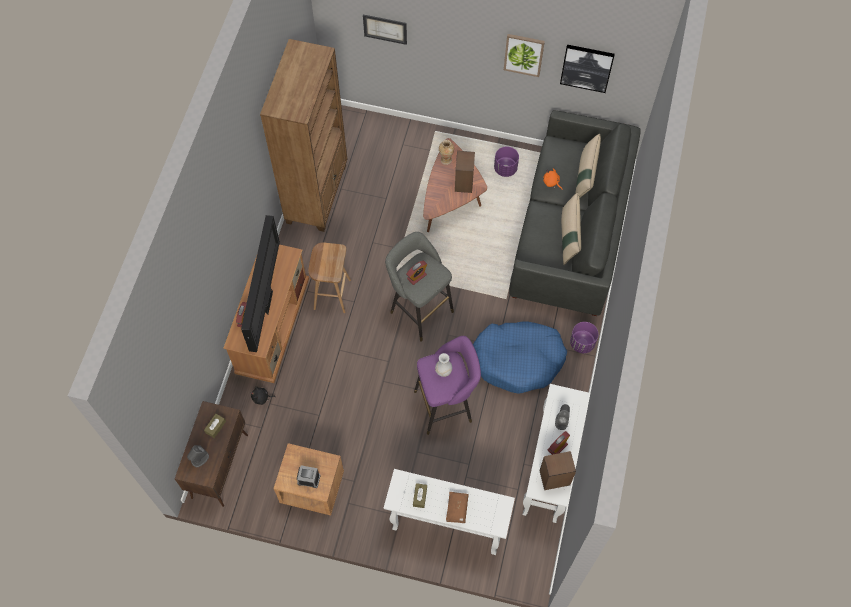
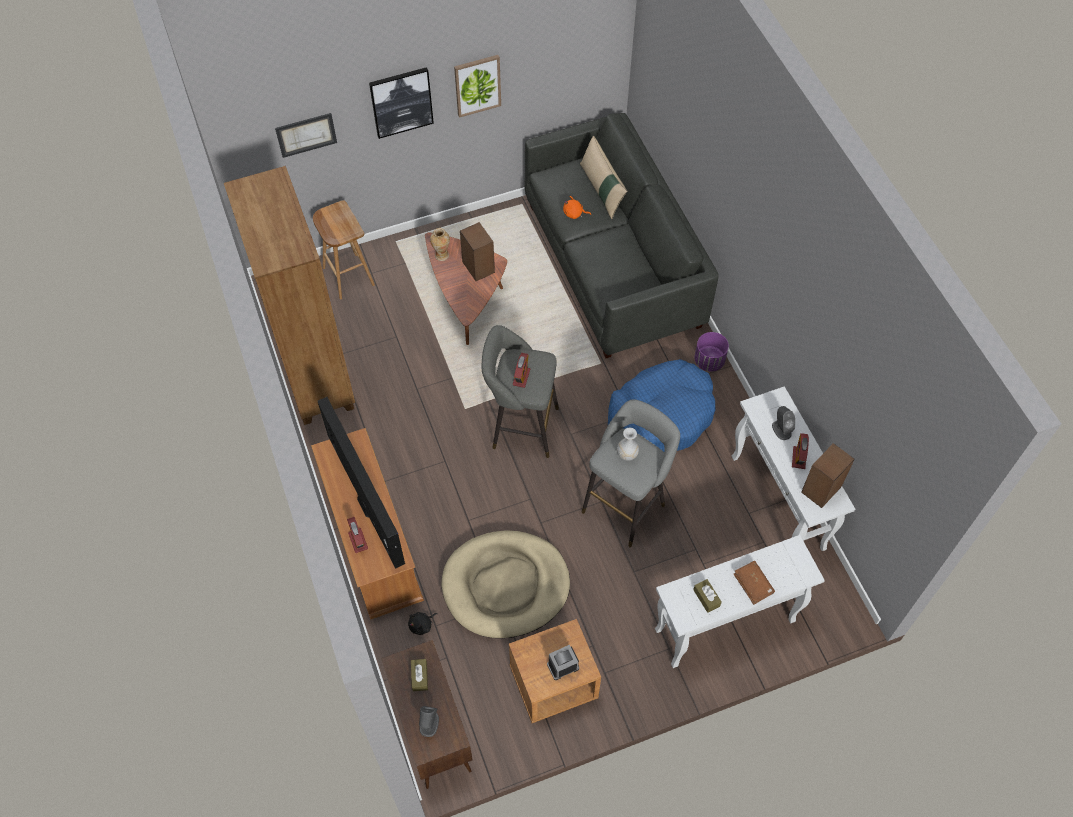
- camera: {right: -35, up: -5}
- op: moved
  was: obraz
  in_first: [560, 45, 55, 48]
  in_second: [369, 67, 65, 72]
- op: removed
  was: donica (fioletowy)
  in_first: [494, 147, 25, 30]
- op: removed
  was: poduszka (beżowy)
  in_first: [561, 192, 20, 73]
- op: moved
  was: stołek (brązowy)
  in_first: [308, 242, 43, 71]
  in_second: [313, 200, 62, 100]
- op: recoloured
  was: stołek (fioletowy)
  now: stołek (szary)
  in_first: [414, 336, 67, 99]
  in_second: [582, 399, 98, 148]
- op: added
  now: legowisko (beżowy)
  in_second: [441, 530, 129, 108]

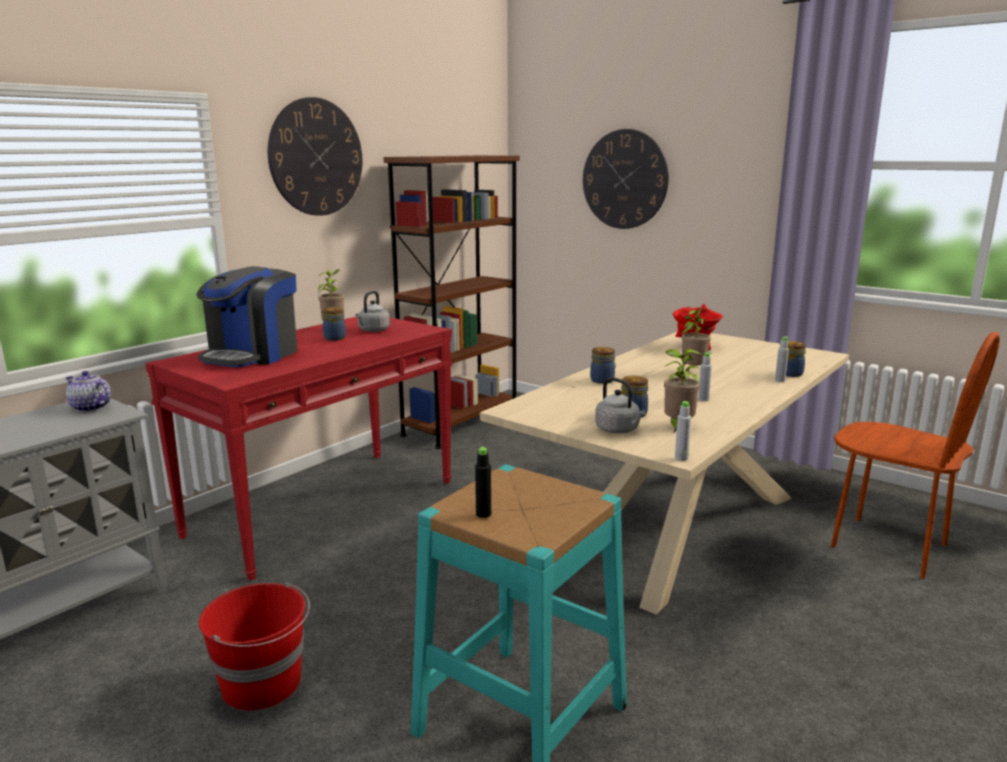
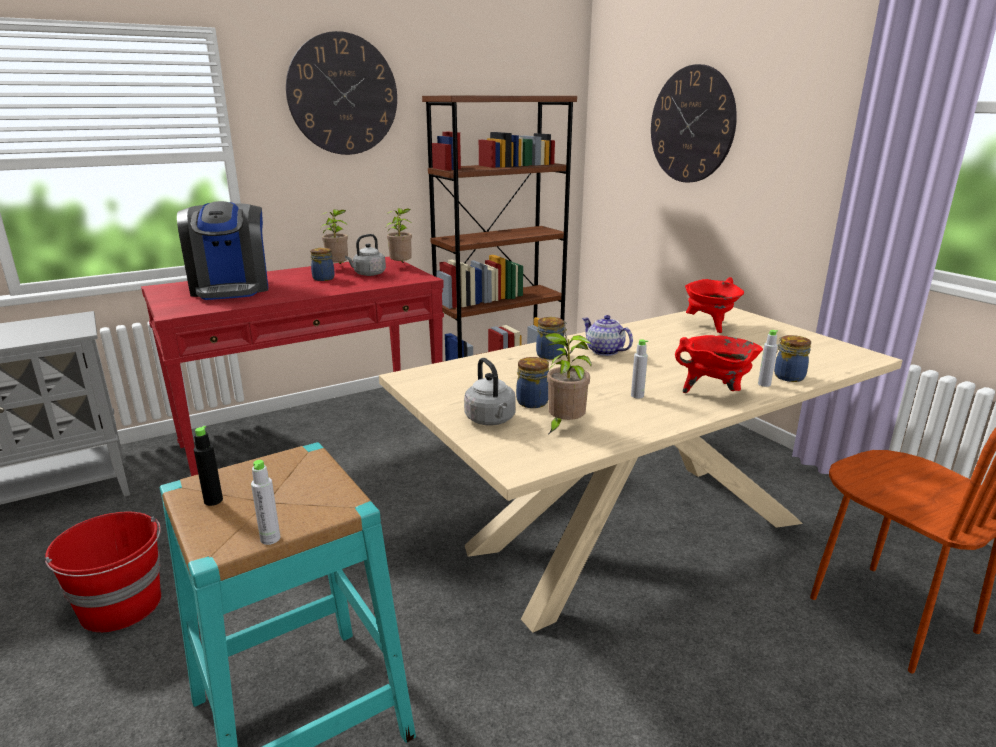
- camera: {right: 20, up: 5}
- op: turned
  was: ekspres do kawy
  in_first: [196, 266, 101, 101]
  in_second: [177, 201, 91, 99]
  clockwise: -60
- op: moved
  was: roślina doniczkowa
  in_first: [681, 306, 30, 60]
  in_second: [386, 208, 27, 55]
- op: moved
  was: imbryk
  in_first: [65, 371, 46, 41]
  in_second: [582, 315, 51, 41]
- op: moved
  was: butelka (szary)
  in_first: [675, 401, 16, 60]
  in_second: [251, 460, 29, 85]
- op: added
  now: garnek (czerwony)
  in_second: [675, 335, 88, 58]

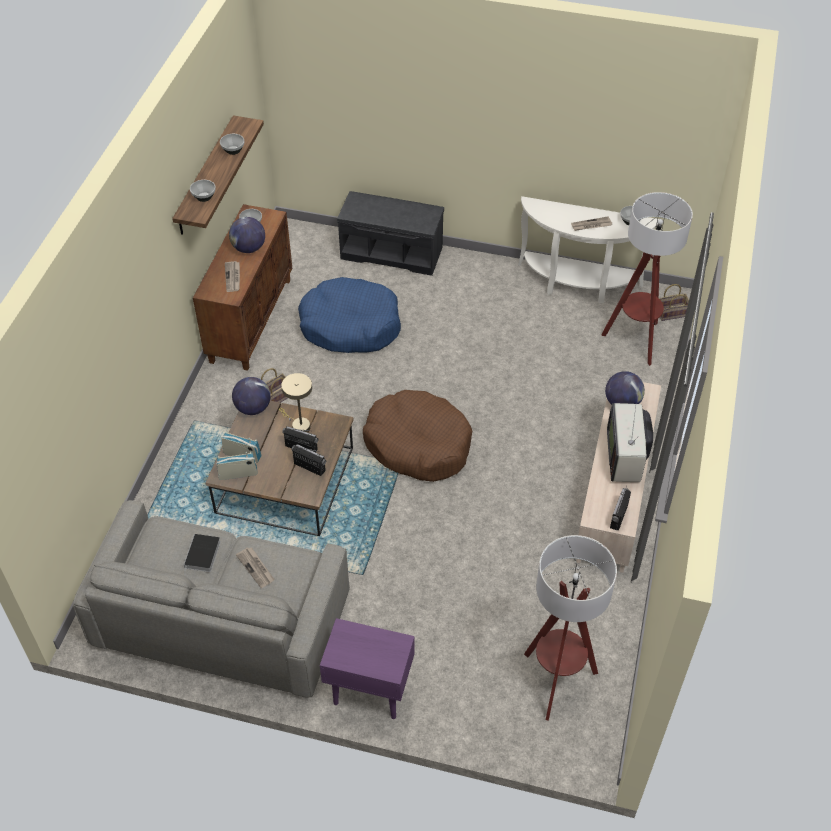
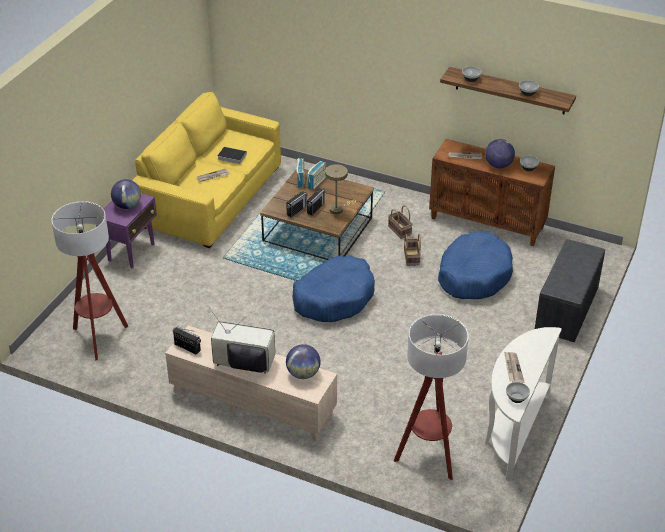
- camera: {right: 100, up: -10}
- op: moved
  was: koszyk
  in_first: [659, 284, 30, 37]
  in_second: [404, 234, 17, 32]
- op: moved
  was: globus
  in_first: [232, 377, 39, 38]
  in_second: [111, 179, 30, 30]
- op: recoloured
  was: legowisko (brązowy)
  now: legowisko (niebieski)
  in_first: [363, 390, 109, 92]
  in_second: [292, 255, 83, 67]
- op: recoloured
  was: kanapa (szary)
  now: kanapa (żółty)
  in_first: [73, 500, 277, 198]
  in_second: [132, 92, 149, 156]

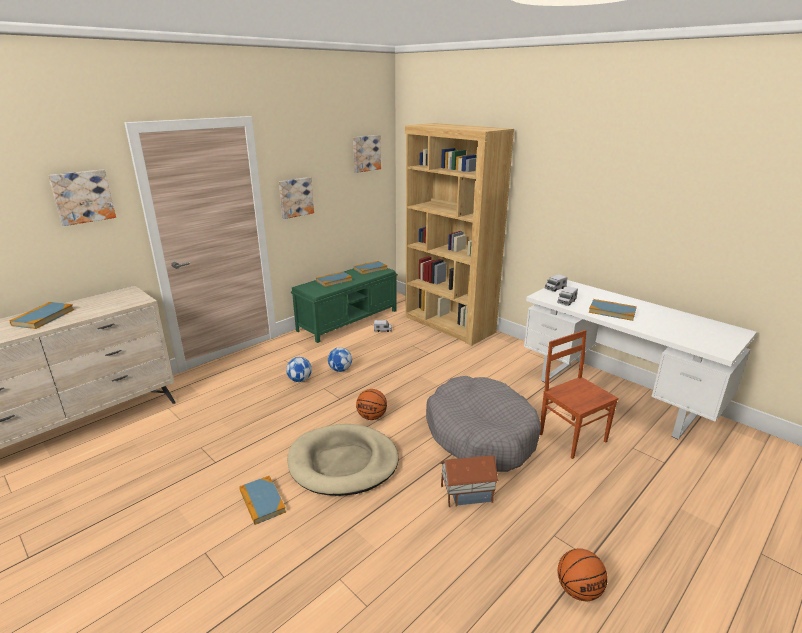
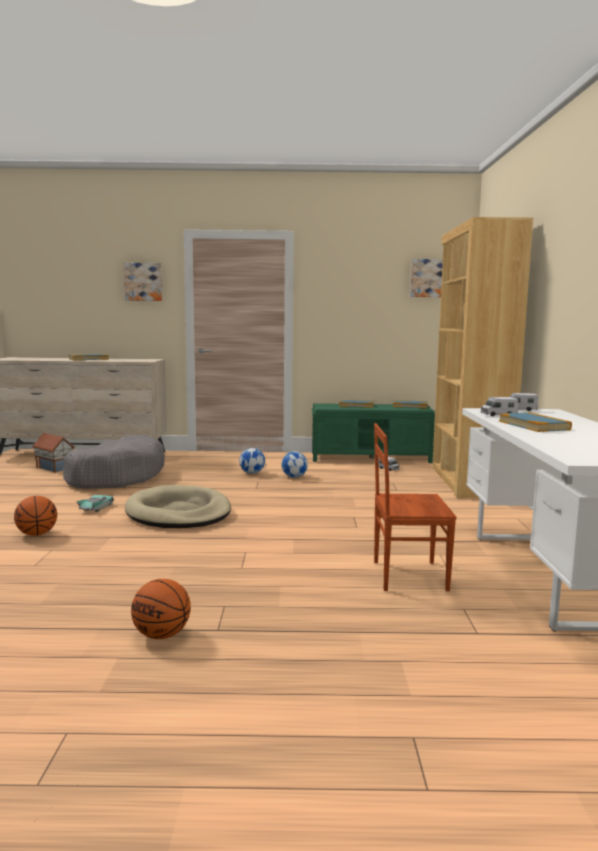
- camera: {right: 45, up: -15}
- op: removed
  was: obraz
  in_first: [279, 177, 35, 42]
- op: turned
  was: krzesło (brązowy)
  in_first: [540, 330, 78, 129]
  in_second: [374, 423, 83, 168]
  clockwise: -105
- op: moved
  was: legowisko (szary)
  in_first: [426, 376, 115, 96]
  in_second: [63, 435, 102, 54]
- op: moved
  was: piłka do koszykówki
  in_first: [356, 389, 31, 31]
  in_second: [14, 496, 43, 40]
- op: moved
  was: domek
  in_first: [440, 455, 59, 52]
  in_second: [32, 433, 43, 40]
- op: replaced
  was: książka
  now: samochodzik (turkusowy)
  in_first: [239, 476, 47, 49]
  in_second: [76, 495, 38, 17]

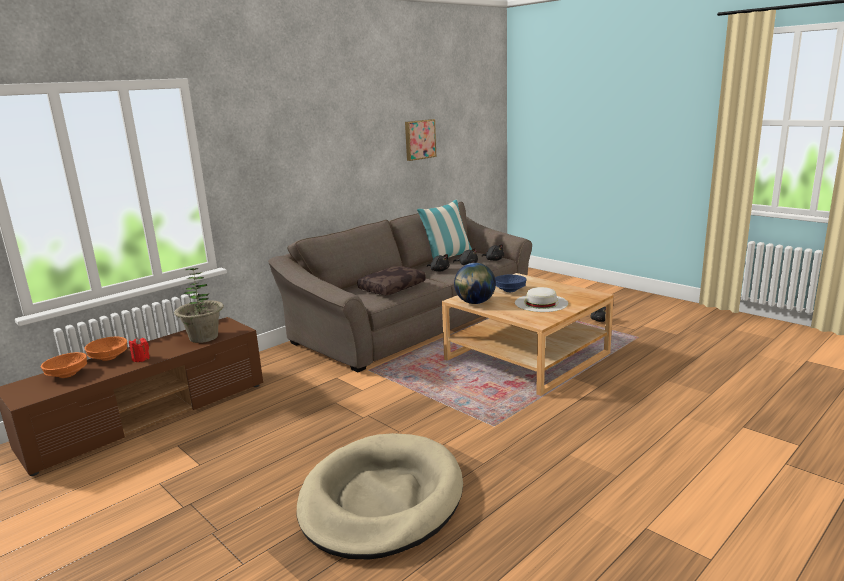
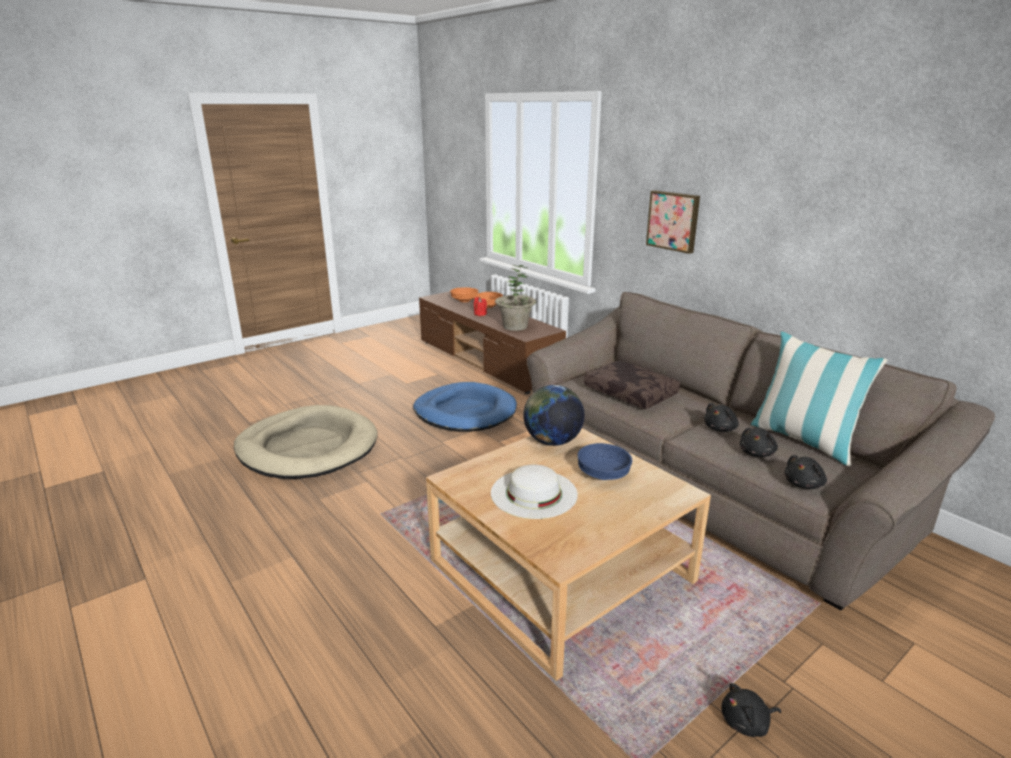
- camera: {right: 95, up: 5}
- op: moved
  was: obraz
  in_first: [405, 119, 31, 42]
  in_second: [646, 190, 54, 64]
- op: added
  now: legowisko (niebieski)
  in_second: [413, 382, 104, 50]

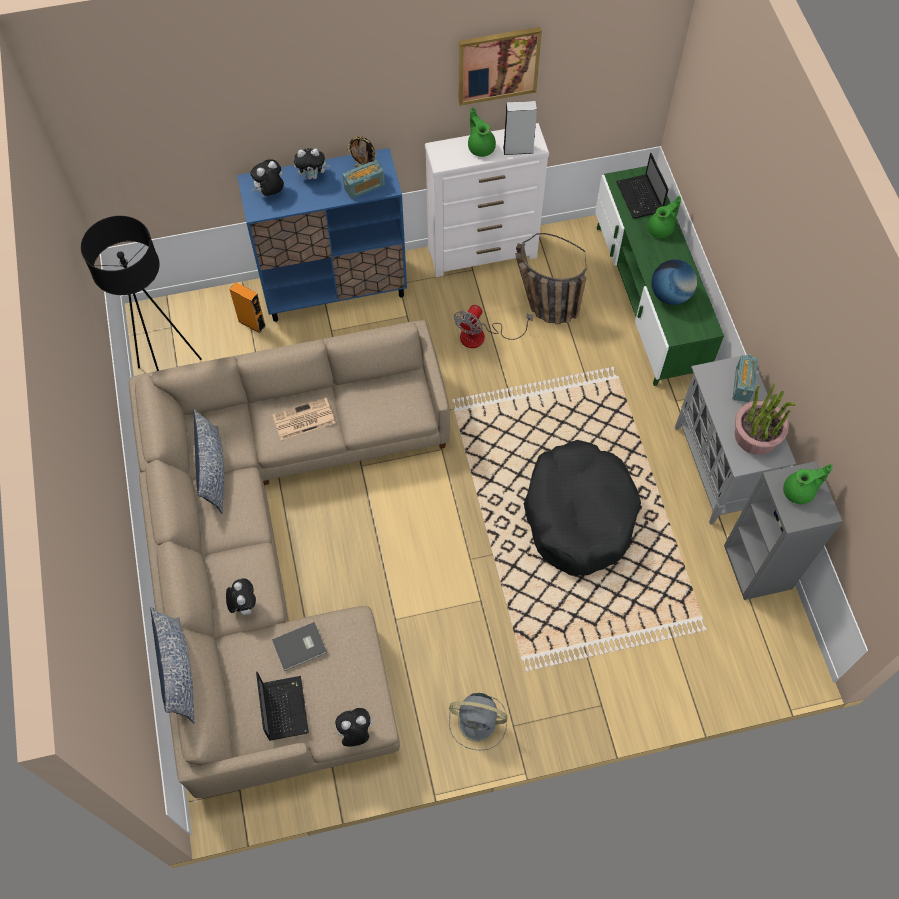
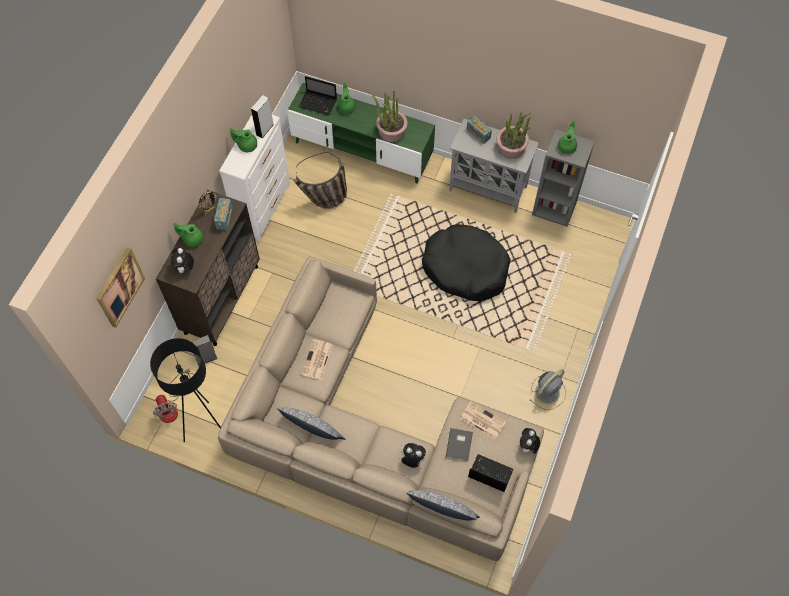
- camera: {right: -55, up: 0}
- op: moved
  was: obraz
  in_first: [459, 27, 83, 79]
  in_second: [96, 247, 49, 81]
- op: recoloured
  was: szafka (niebieski)
  now: szafka (brązowy)
  in_first: [237, 148, 170, 174]
  in_second: [156, 190, 104, 156]
- op: replaced
  was: pluszak
  now: imbryk (zielony)
  in_first: [294, 148, 36, 31]
  in_second: [173, 223, 30, 24]
- op: replaced
  was: globus
  now: roślina doniczkowa
  in_first: [651, 259, 46, 46]
  in_second: [371, 91, 37, 51]
- op: recoloured
  was: głośnik (pomarańczowy)
  now: głośnik (szary)
  in_first: [229, 282, 37, 51]
  in_second: [191, 335, 26, 31]
- op: moved
  was: wentylator
  in_first: [454, 305, 79, 43]
  in_second: [153, 369, 37, 54]
- op: added
  now: gazeta
  in_second: [460, 401, 46, 38]

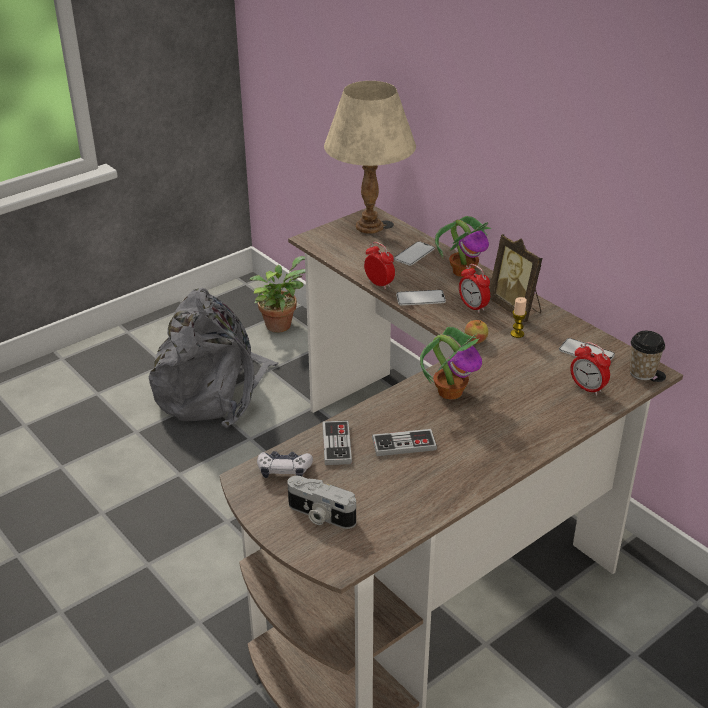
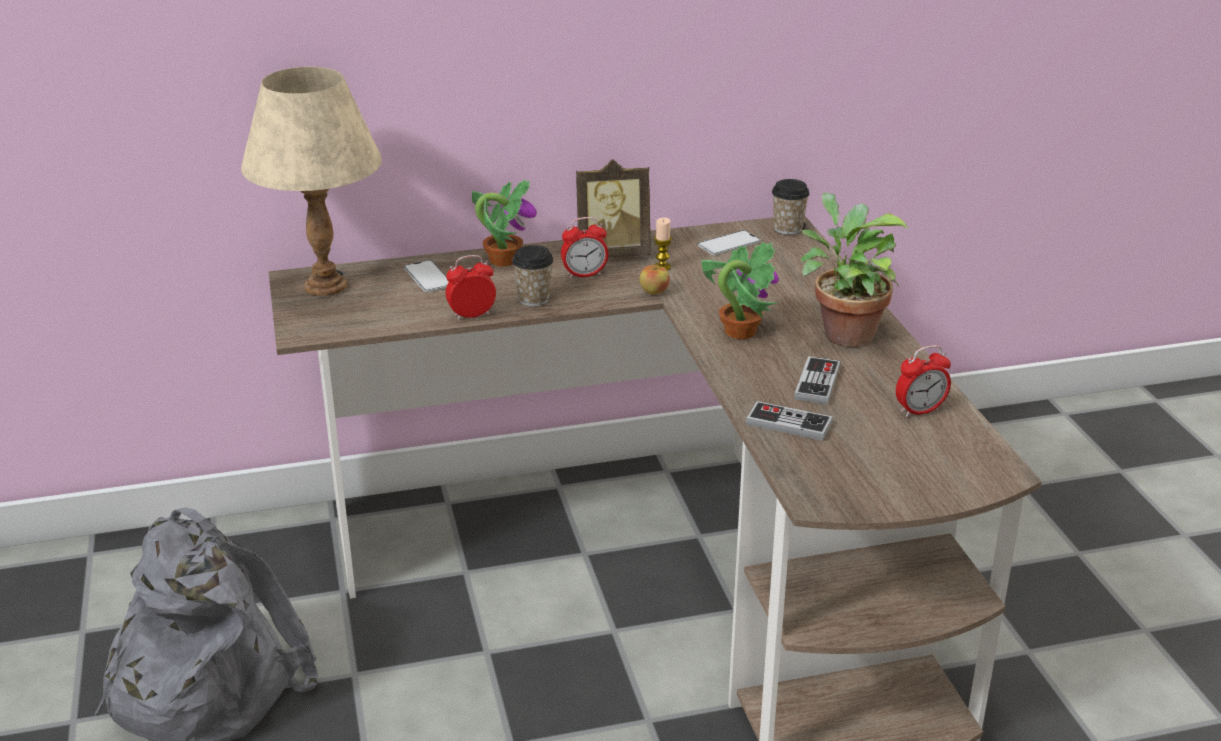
- camera: {right: -65, up: -5}
- op: moved
  was: roślina doniczkowa
  in_first: [249, 256, 56, 77]
  in_second: [801, 193, 108, 154]
- op: replaced
  was: telefon
  now: filiżanka
  in_first: [396, 290, 50, 16]
  in_second: [512, 245, 42, 61]
- op: moved
  was: budzik
  in_first: [570, 342, 41, 53]
  in_second: [896, 345, 55, 72]
- op: removed
  was: pad do gier
  in_first: [257, 451, 56, 27]
- op: removed
  was: aparat fotograficzny
  in_first: [287, 476, 69, 53]

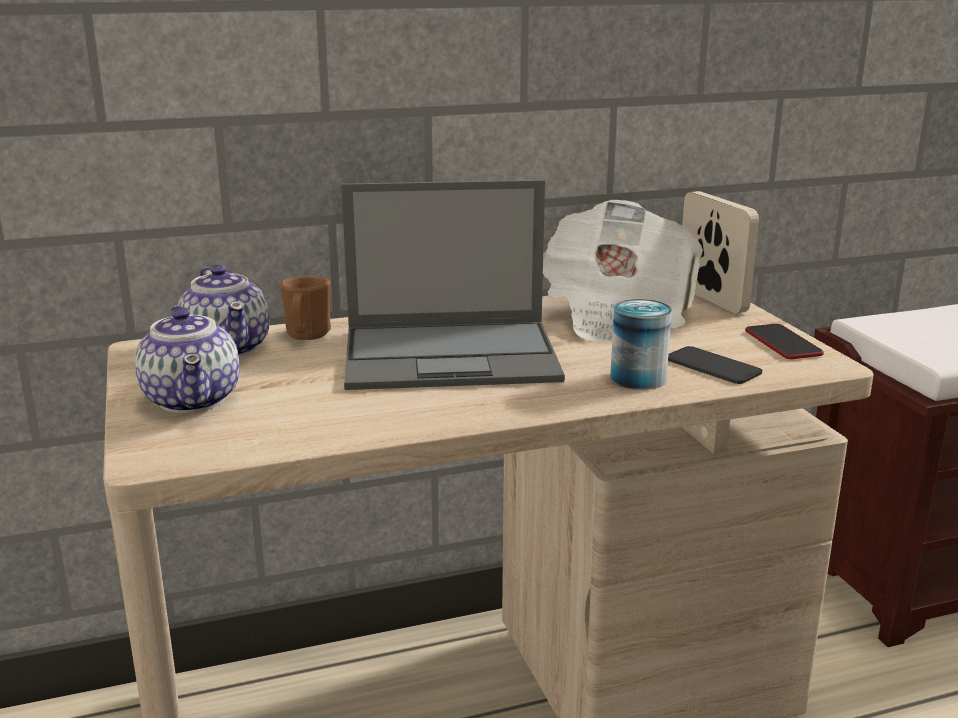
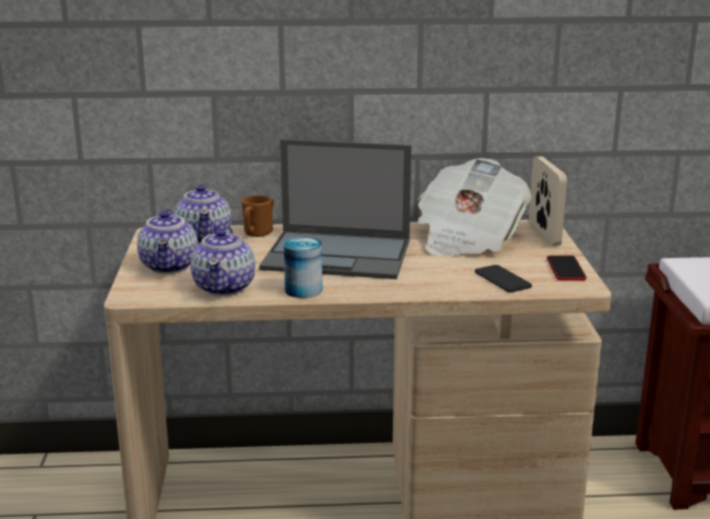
- camera: {right: 15, up: 0}
- op: moved
  was: puszka
  in_first: [610, 299, 62, 91]
  in_second: [284, 237, 38, 61]
- op: added
  now: imbryk
  in_second: [191, 227, 64, 69]

